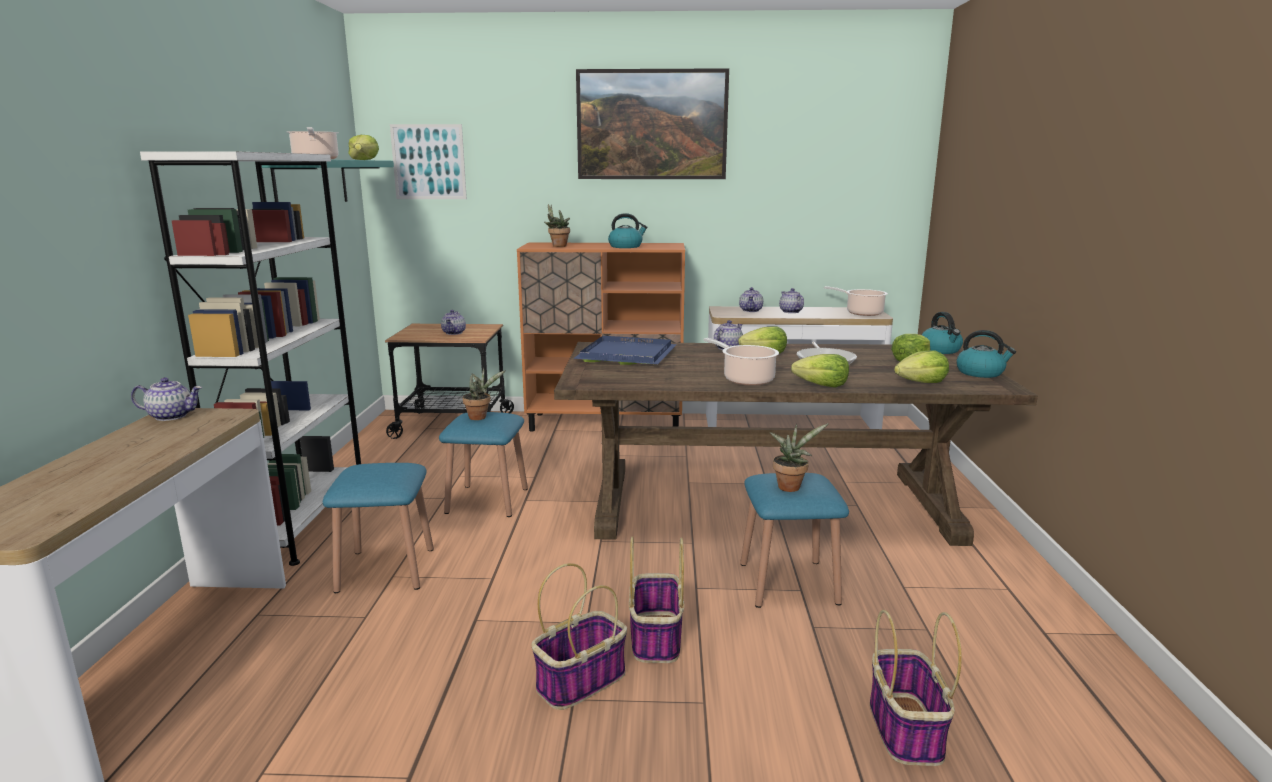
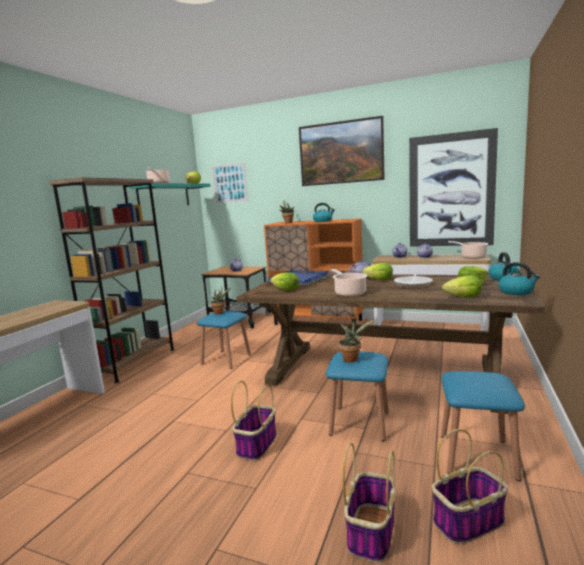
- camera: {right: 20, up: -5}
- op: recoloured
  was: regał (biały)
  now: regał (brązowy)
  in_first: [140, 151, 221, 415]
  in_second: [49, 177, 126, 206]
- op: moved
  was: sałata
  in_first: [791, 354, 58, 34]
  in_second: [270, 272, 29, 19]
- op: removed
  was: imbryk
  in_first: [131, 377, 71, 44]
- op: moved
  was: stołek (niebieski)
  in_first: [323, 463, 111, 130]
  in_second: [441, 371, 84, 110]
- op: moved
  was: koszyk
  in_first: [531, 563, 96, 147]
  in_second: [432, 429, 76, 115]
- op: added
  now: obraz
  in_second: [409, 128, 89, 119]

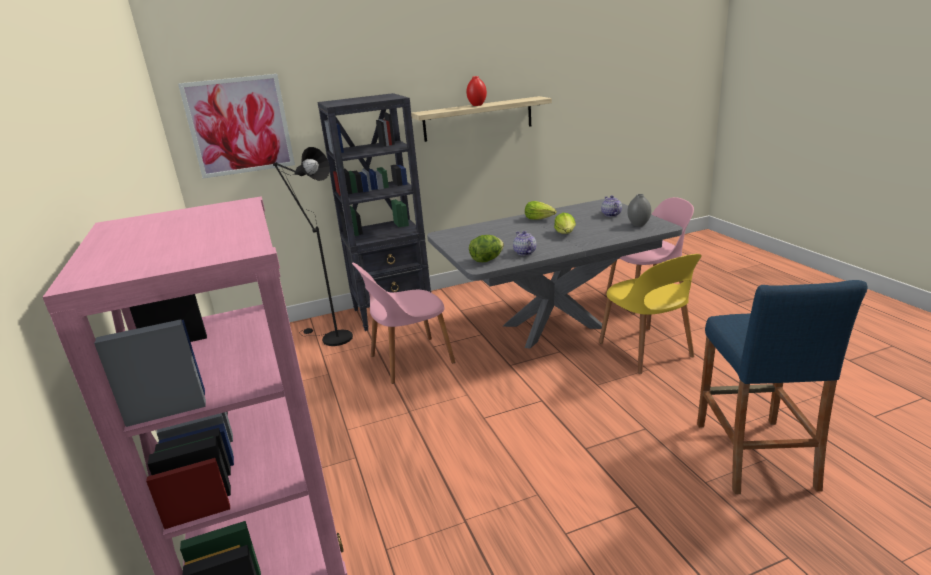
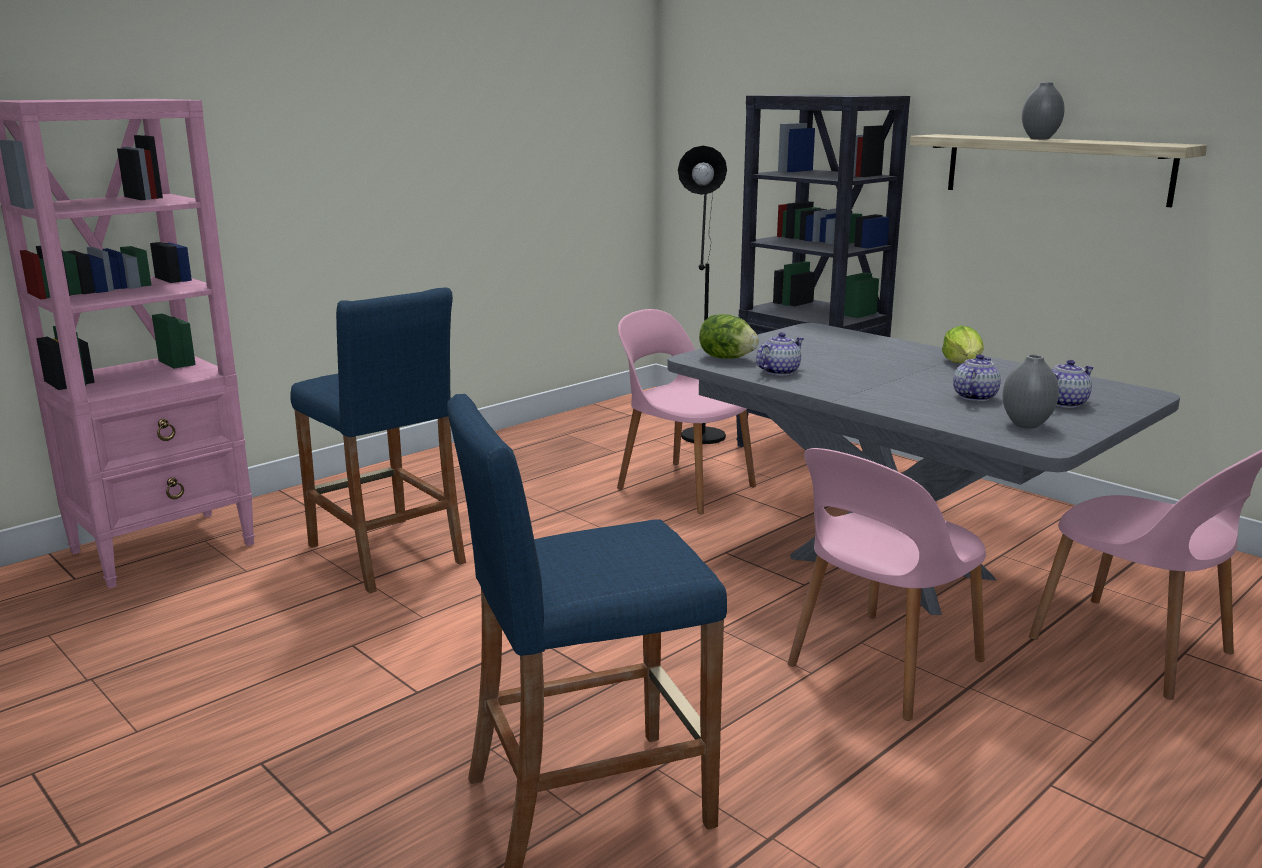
- camera: {right: 65, up: -5}
- op: removed
  was: obraz
  in_first: [178, 74, 117, 105]
- op: recoloured
  was: wazon (czerwony)
  now: wazon (szary)
  in_first: [466, 76, 21, 30]
  in_second: [1022, 82, 43, 57]
- op: removed
  was: sałata
  in_first: [554, 213, 22, 21]
- op: recoloured
  was: krzesło (żółty)
  now: krzesło (różowy)
  in_first: [599, 254, 103, 120]
  in_second: [788, 448, 198, 273]
- op: added
  now: stołek (niebieski)
  in_second: [290, 287, 176, 306]
- op: added
  now: imbryk
  in_second: [953, 354, 48, 47]

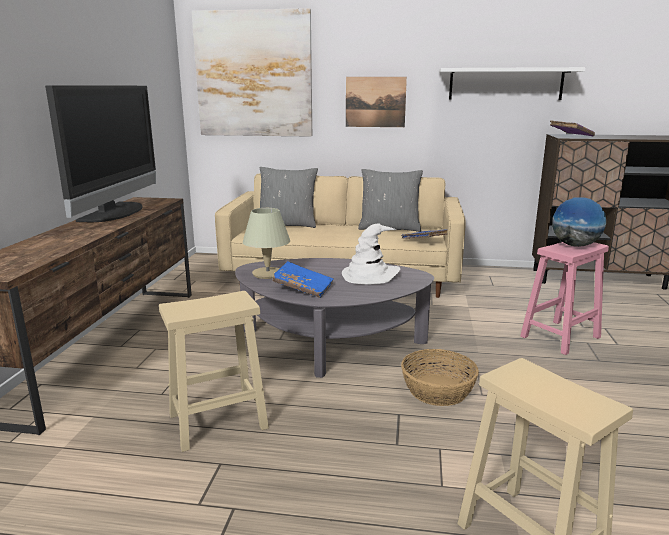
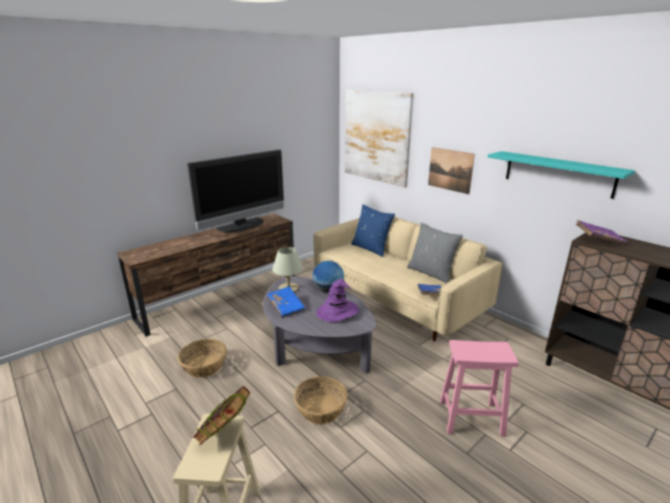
- camera: {right: 40, up: 5}
- op: recoloured
  was: półka (biały)
  now: półka (turkusowy)
  in_first: [440, 67, 146, 33]
  in_second: [488, 151, 147, 48]
- op: recoloured
  was: poduszka (szary)
  now: poduszka (niebieski)
  in_first: [260, 167, 58, 61]
  in_second: [351, 204, 44, 53]
- op: moved
  was: globus
  in_first: [552, 197, 54, 50]
  in_second: [312, 261, 32, 32]
- op: recoloured
  was: kapelusz (biały)
  now: kapelusz (fioletowy)
  in_first: [342, 223, 58, 61]
  in_second: [316, 279, 44, 43]
- op: replaced
  was: stołek (beżowy)
  now: koszyk
  in_first: [159, 291, 110, 161]
  in_second: [178, 339, 49, 39]
- op: added
  now: książka
  in_second: [193, 385, 57, 60]

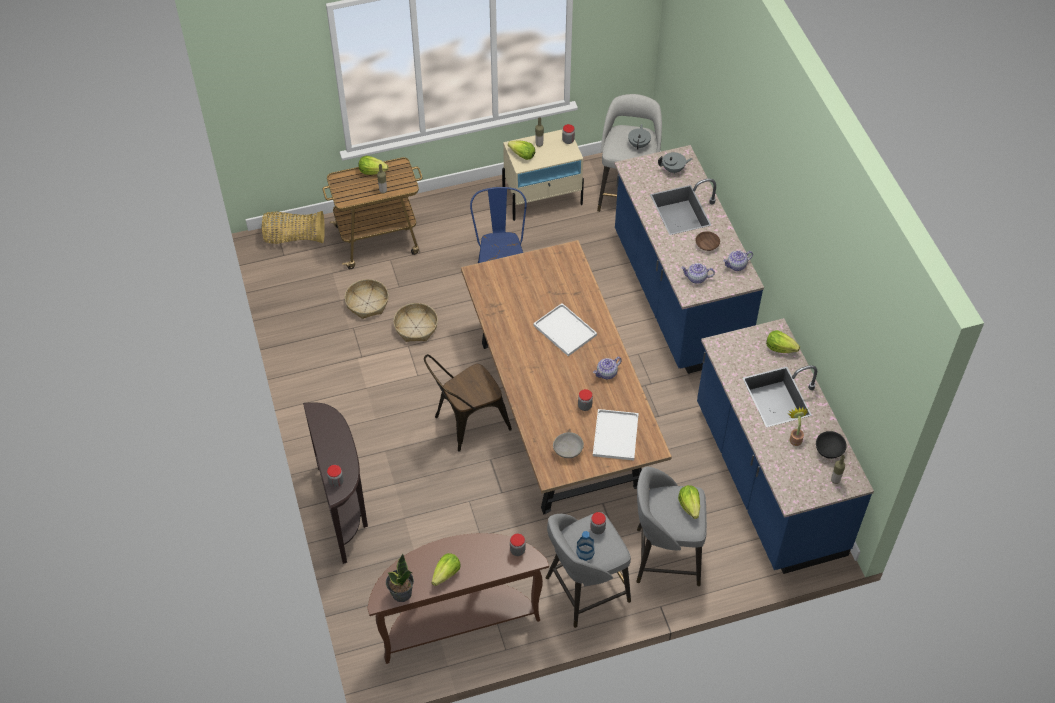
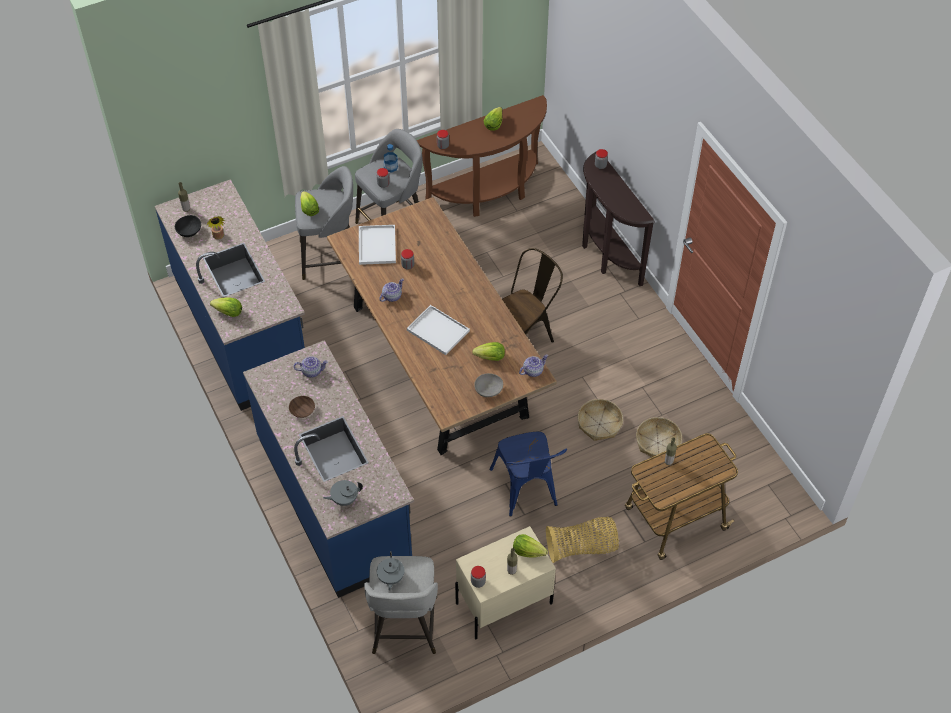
- camera: {right: 170, up: 0}
- op: moved
  was: sałata
  in_first: [359, 156, 30, 19]
  in_second: [472, 342, 33, 19]
- op: moved
  was: koszyk
  in_first: [262, 211, 63, 33]
  in_second: [546, 517, 73, 46]
- op: moved
  was: imbryk
  in_first: [723, 250, 30, 21]
  in_second: [519, 355, 29, 22]
- op: moved
  was: miska (szary)
  in_first: [553, 432, 31, 26]
  in_second: [474, 373, 29, 24]
- op: removed
  was: roślina doniczkowa
  in_first: [386, 553, 28, 49]

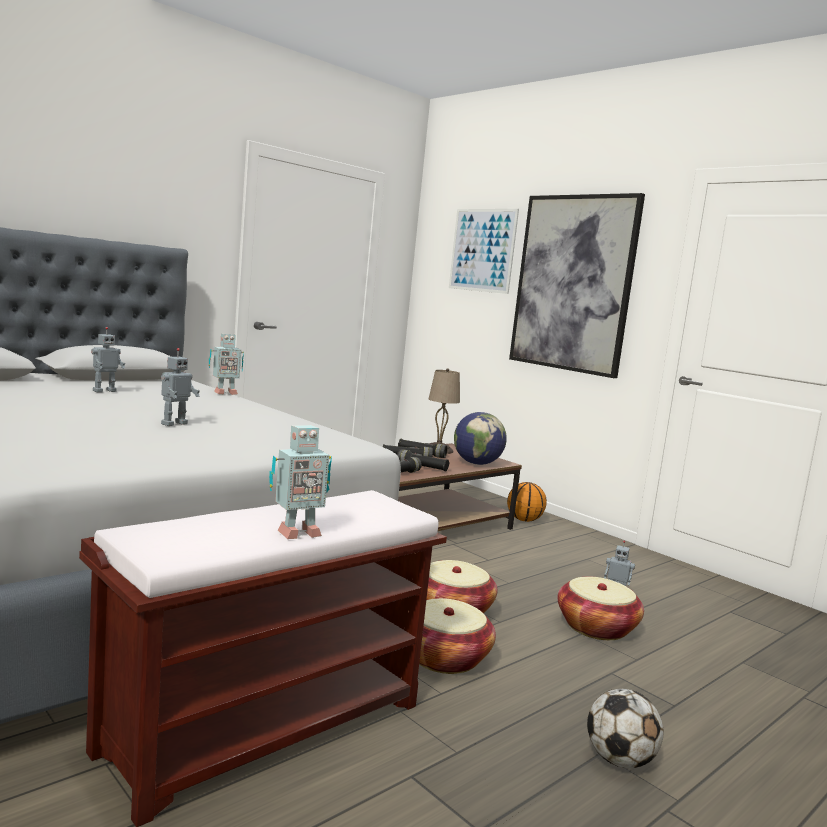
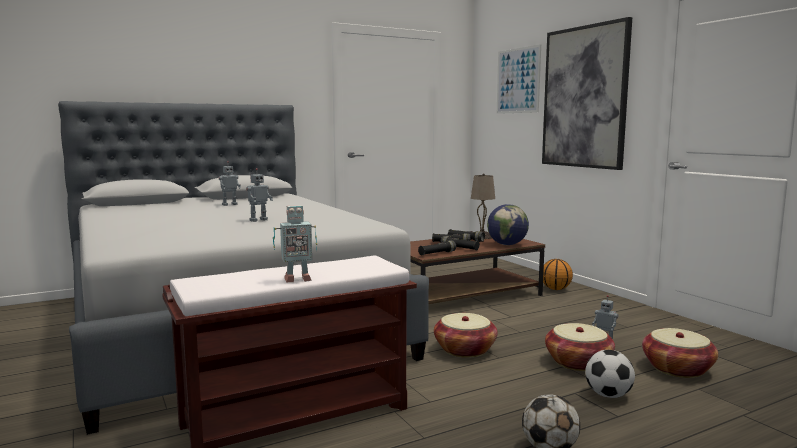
- camera: {right: 15, up: 0}
- op: removed
  was: robot zabawkowy
  in_first: [209, 334, 35, 61]
- op: moved
  was: koszyk
  in_first: [419, 598, 77, 76]
  in_second: [642, 328, 76, 50]
- op: added
  now: piłka futbolowa
  in_second: [585, 350, 50, 48]

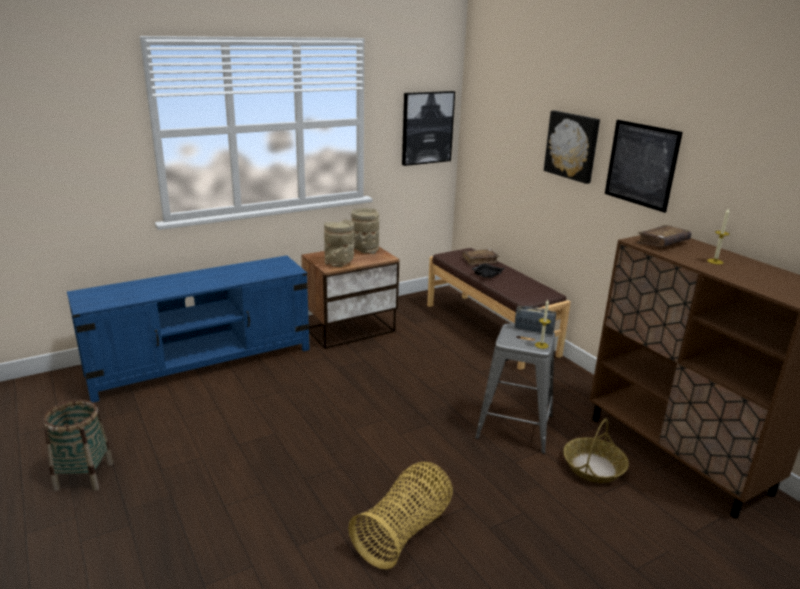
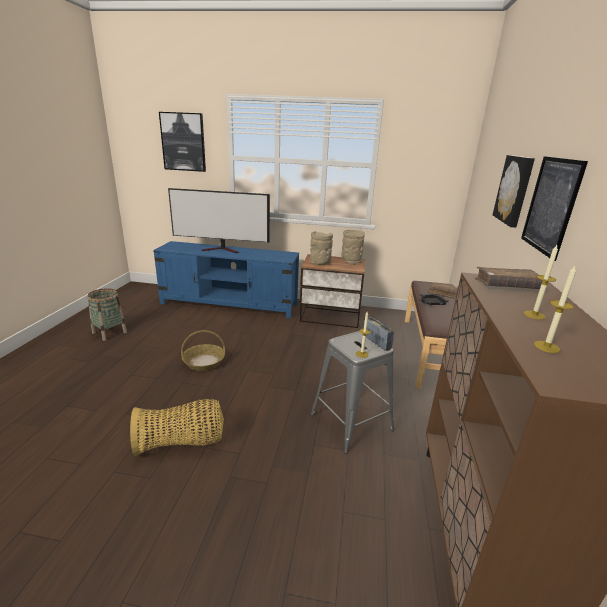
- camera: {right: 40, up: 0}
- op: moved
  was: obraz
  in_first: [402, 91, 53, 75]
  in_second: [159, 112, 47, 60]
- op: moved
  was: koszyk
  in_first: [563, 418, 66, 65]
  in_second: [181, 330, 44, 41]
- op: added
  now: telewizor
  in_second: [168, 188, 102, 65]
- op: added
  now: świeca
  in_second: [534, 266, 42, 87]

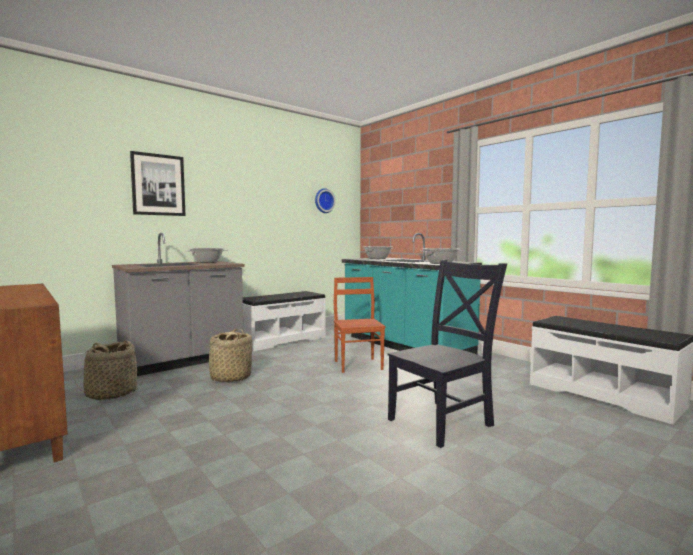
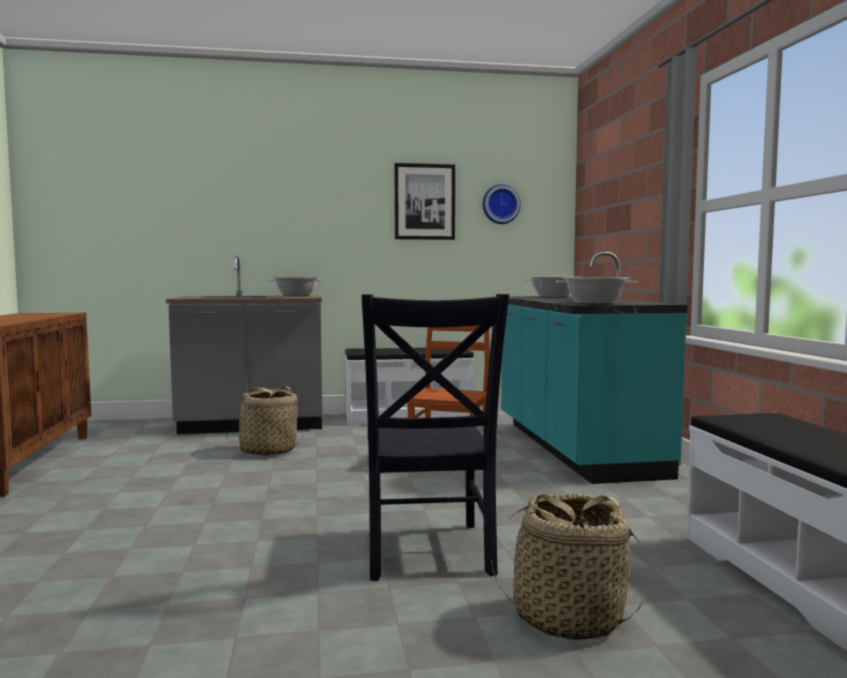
- camera: {right: 30, up: 0}
- op: moved
  was: obraz
  in_first: [130, 151, 56, 65]
  in_second: [395, 163, 60, 77]
- op: turned
  was: krzesło (czarny)
  in_first: [387, 260, 120, 188]
  in_second: [362, 294, 147, 287]
  clockwise: 90
- op: moved
  was: koszyk
  in_first: [74, 340, 69, 60]
  in_second: [491, 493, 151, 147]

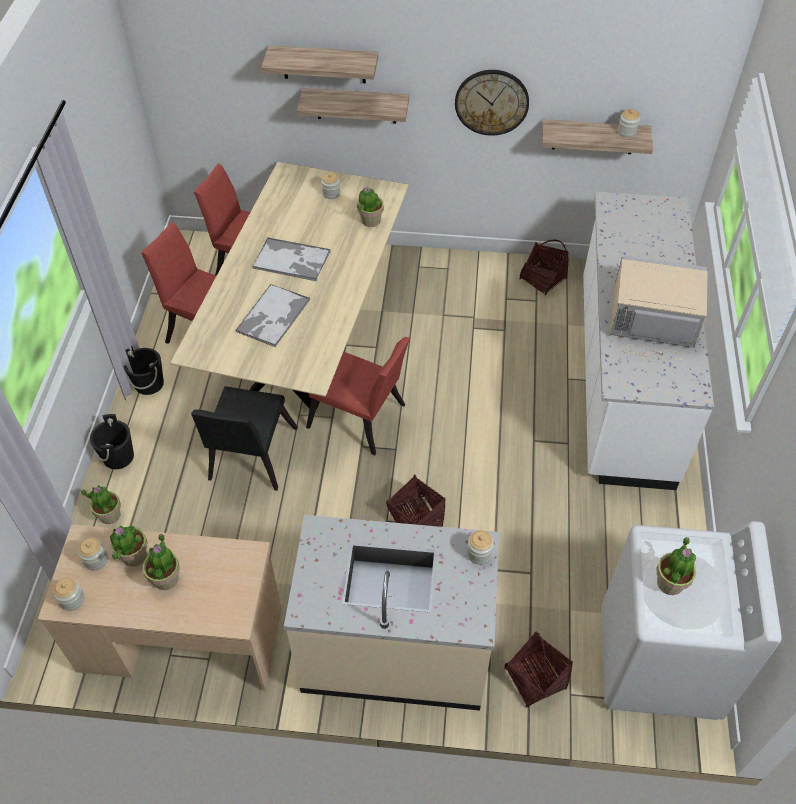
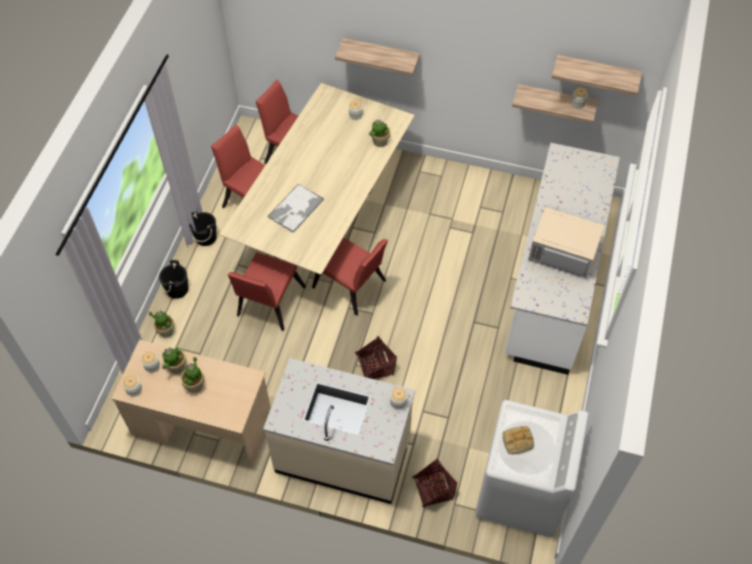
- camera: {right: 10, up: 5}
- op: moved
  was: półka
  in_first: [261, 45, 117, 38]
  in_second: [552, 55, 90, 41]
- op: removed
  was: zegar ścienny
  in_first: [455, 70, 74, 66]
- op: removed
  was: taca
  in_first: [252, 237, 78, 44]
- op: removed
  was: koszyk
  in_first: [520, 240, 48, 55]
- op: recoloured
  was: krzesło (czarny)
  now: krzesło (czerwony)
  in_first: [191, 386, 107, 105]
  in_second: [228, 252, 78, 79]
- op: replaced
  was: roślina doniczkowa
  now: chleb
  in_first: [657, 537, 39, 58]
  in_second: [503, 426, 31, 28]

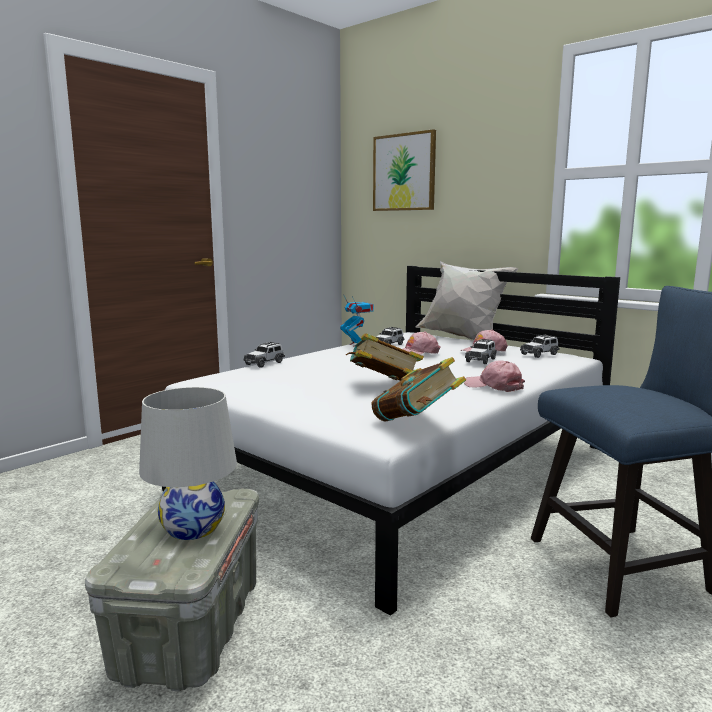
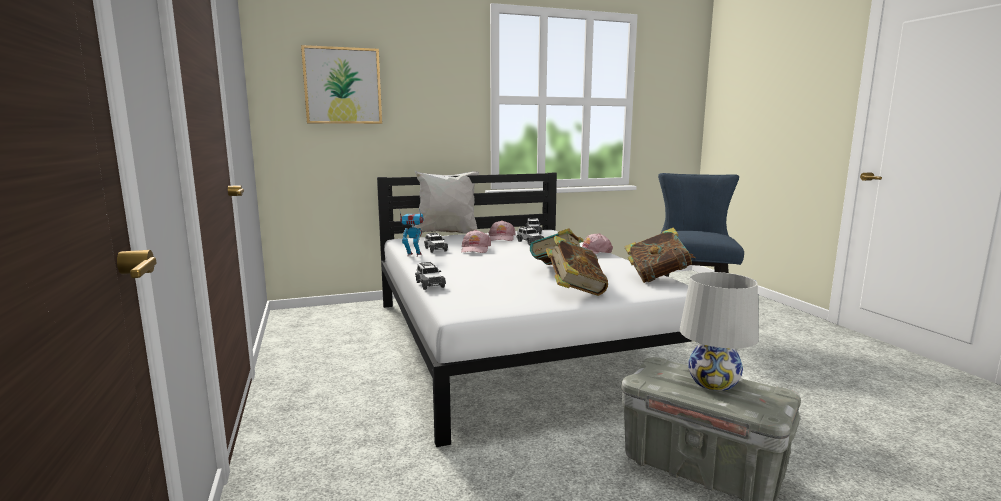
- camera: {right: -60, up: 0}
- op: added
  now: książka
  in_second: [546, 236, 62, 60]

